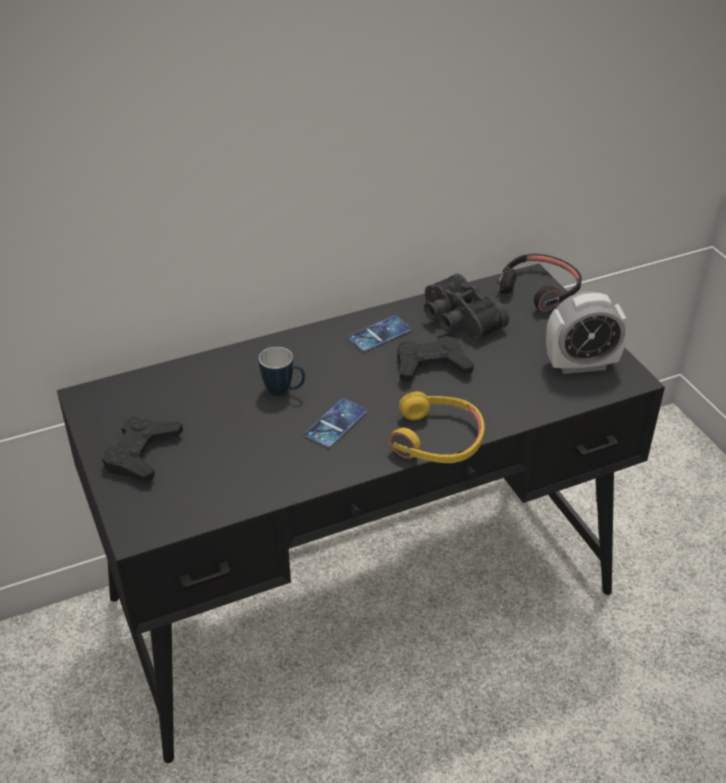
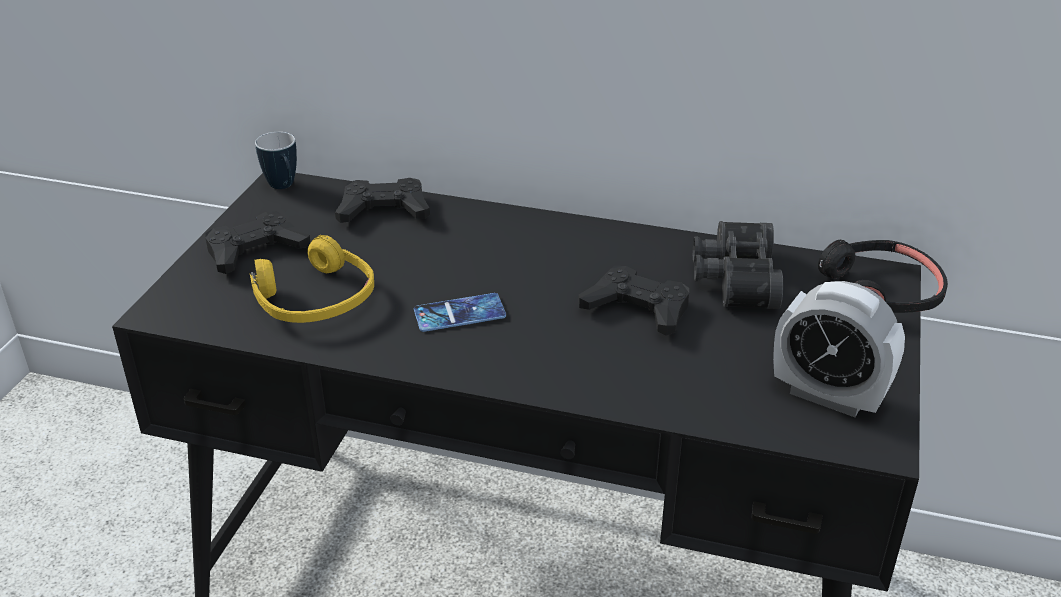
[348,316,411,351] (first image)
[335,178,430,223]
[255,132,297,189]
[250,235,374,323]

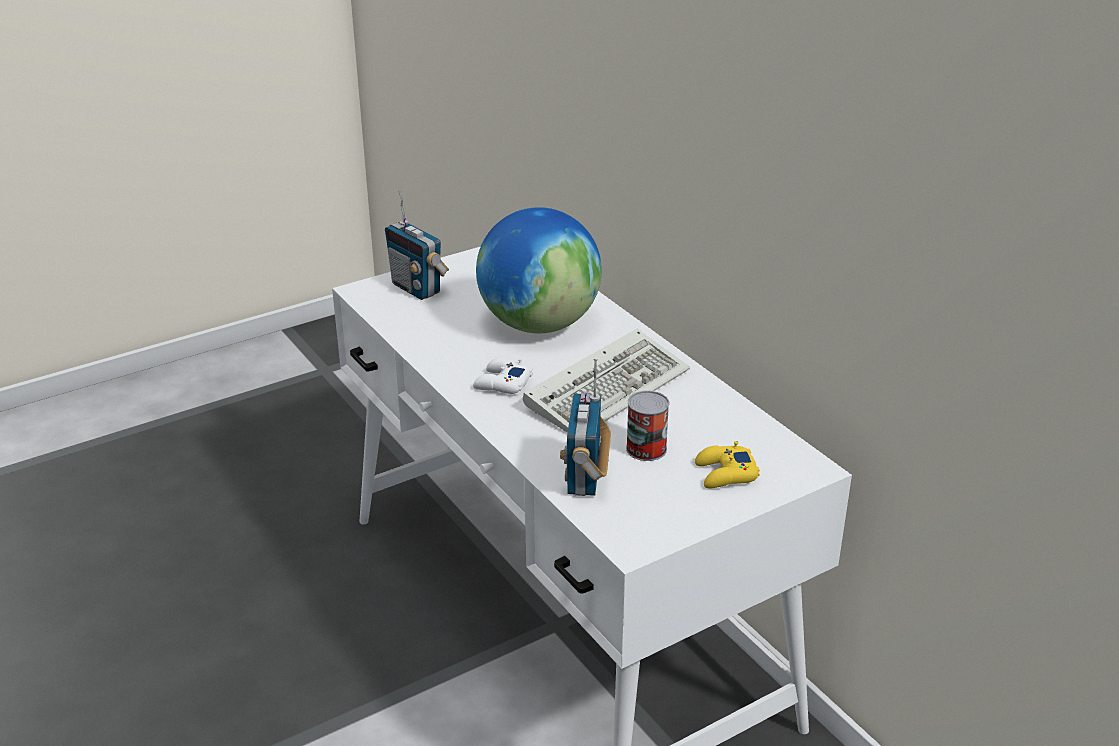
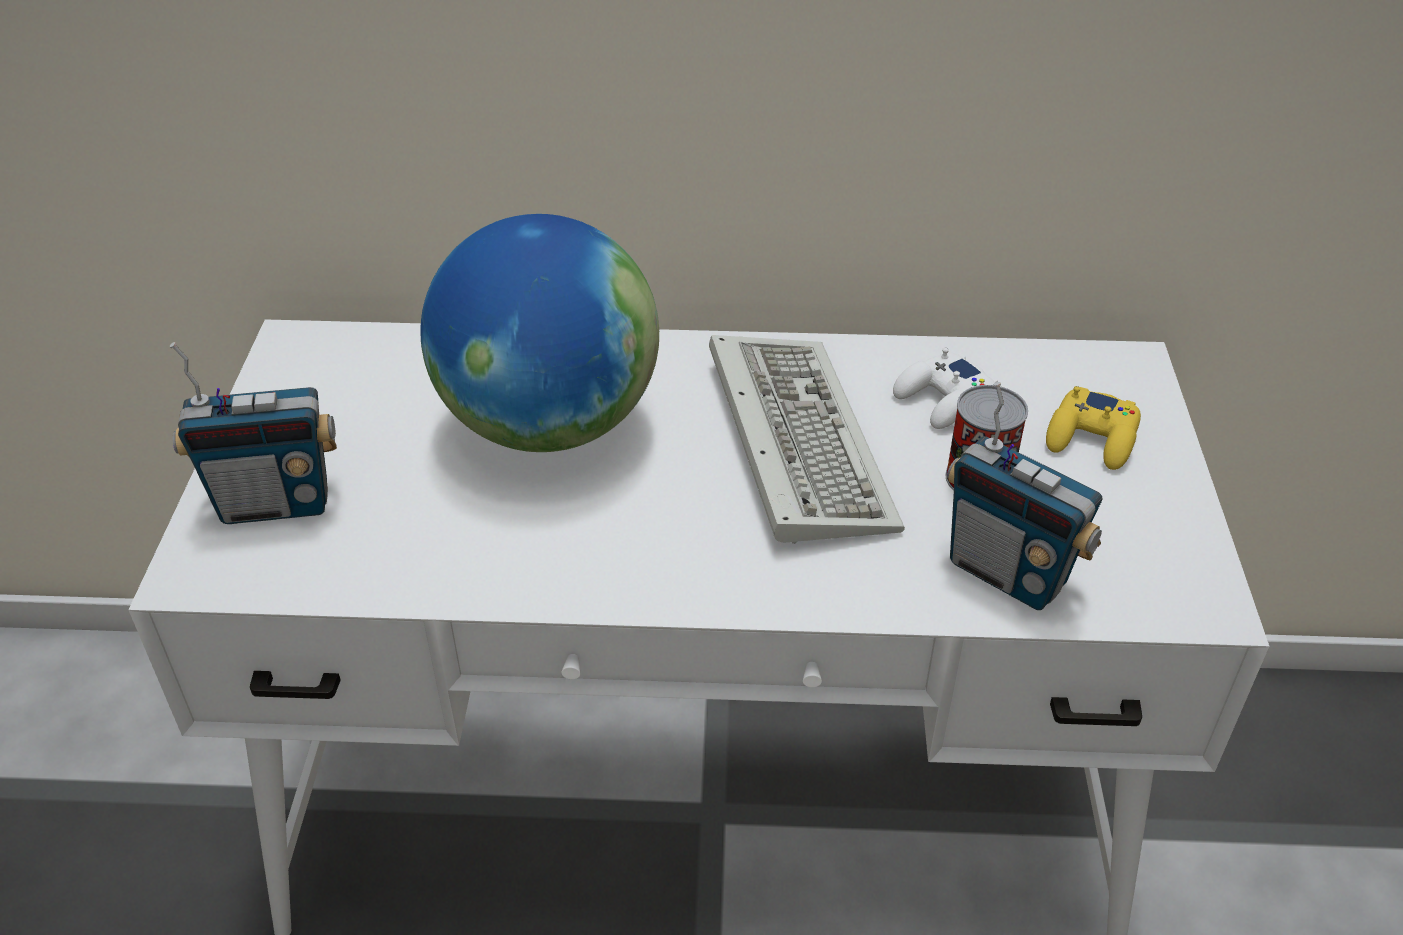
[893,347,998,429]

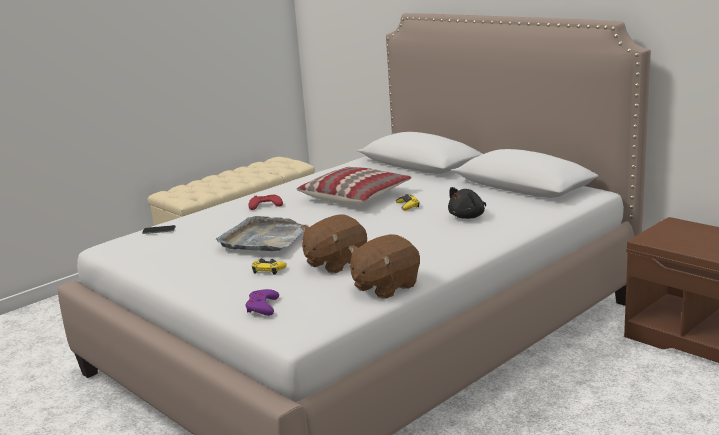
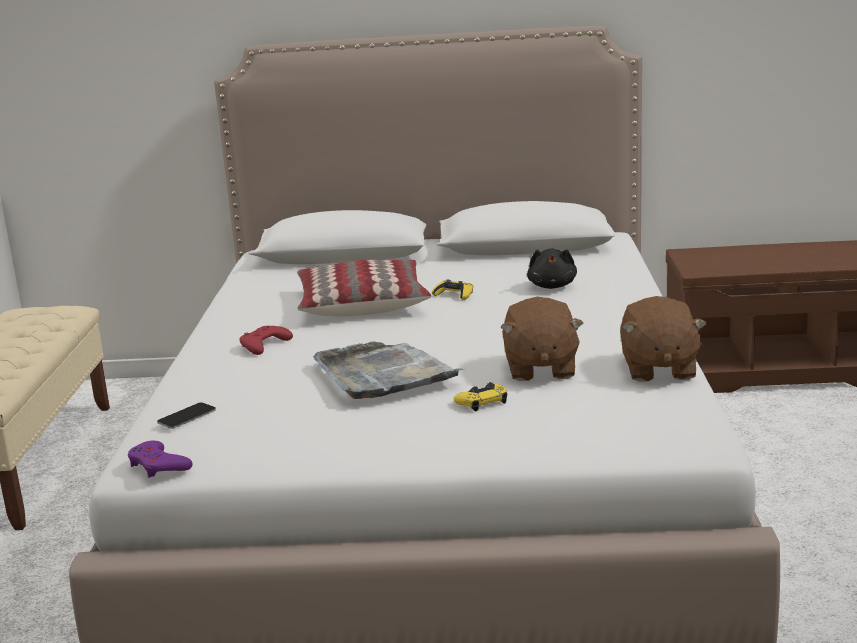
[128,441,193,478]

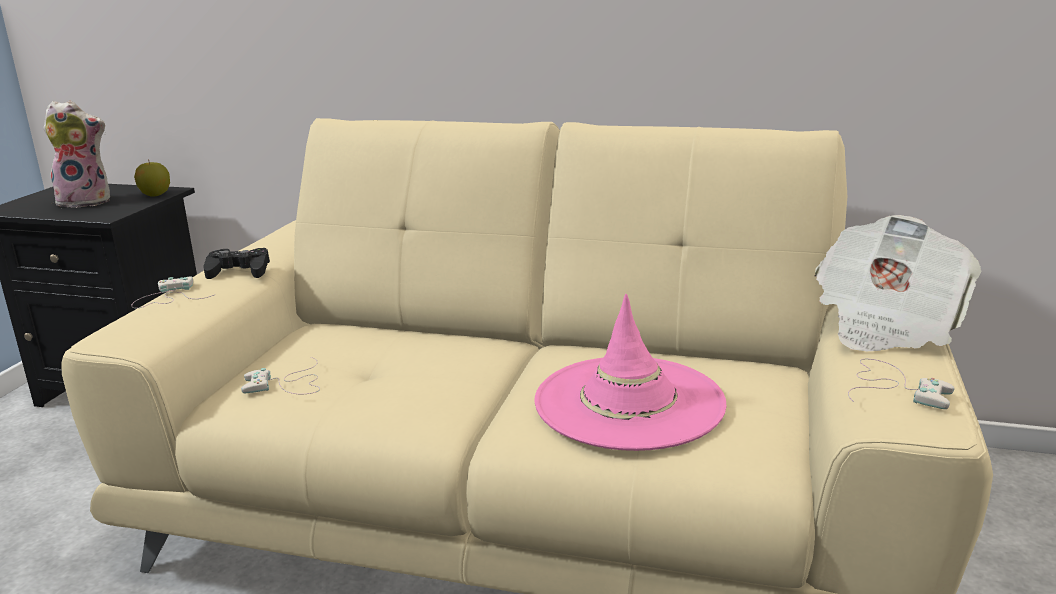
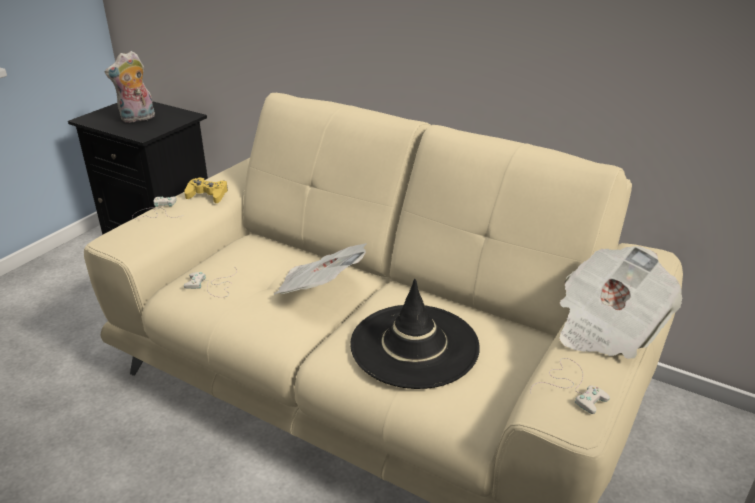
[134,162,170,197] (first image)
[273,243,367,295]
[184,177,228,203]
[350,279,480,389]
[105,51,155,123]

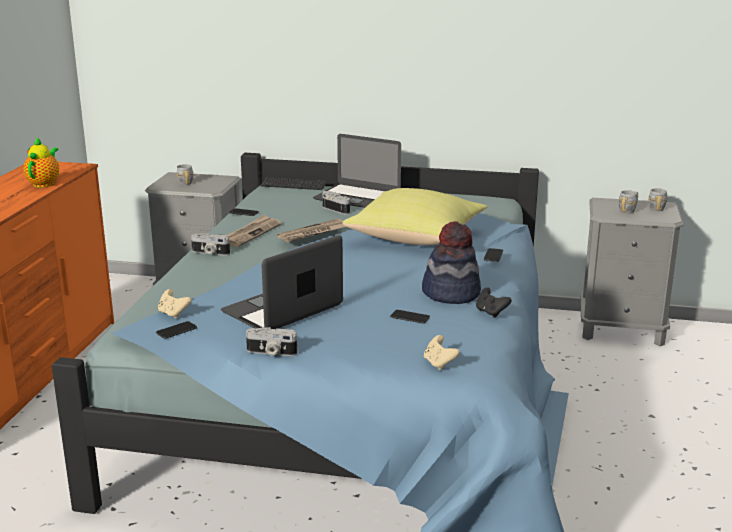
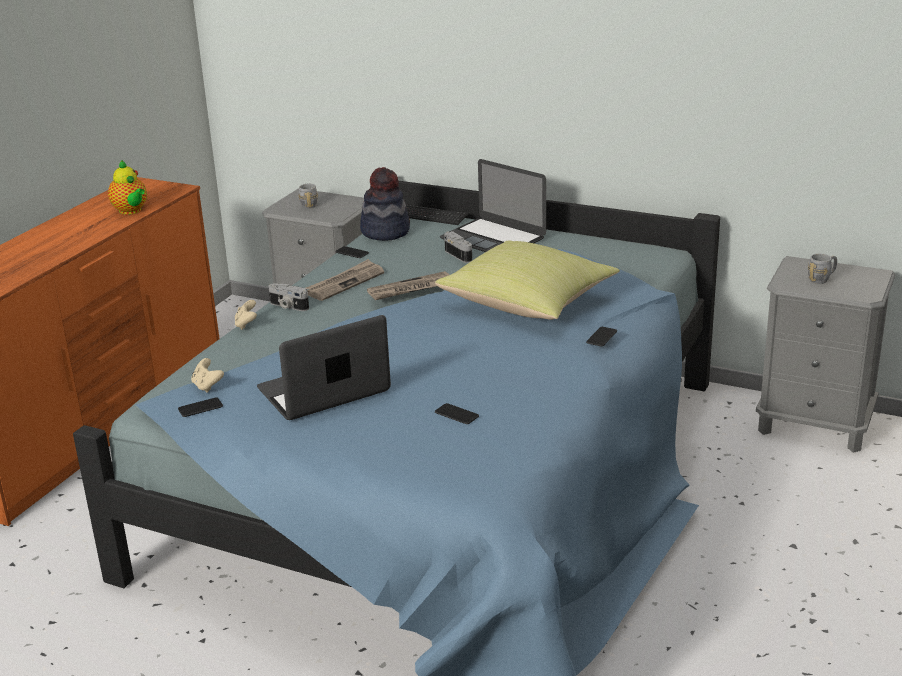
[246,327,297,356] (first image)
[476,288,512,318] (first image)
[648,188,667,211] (first image)
[360,167,410,241]
[235,300,257,330]
[108,160,147,215]

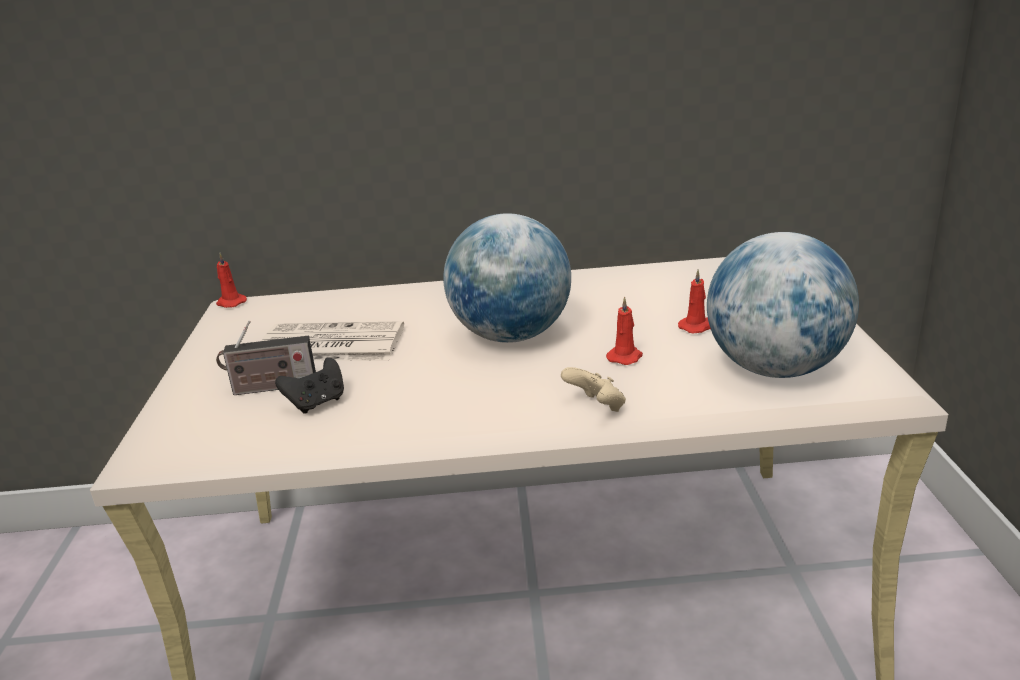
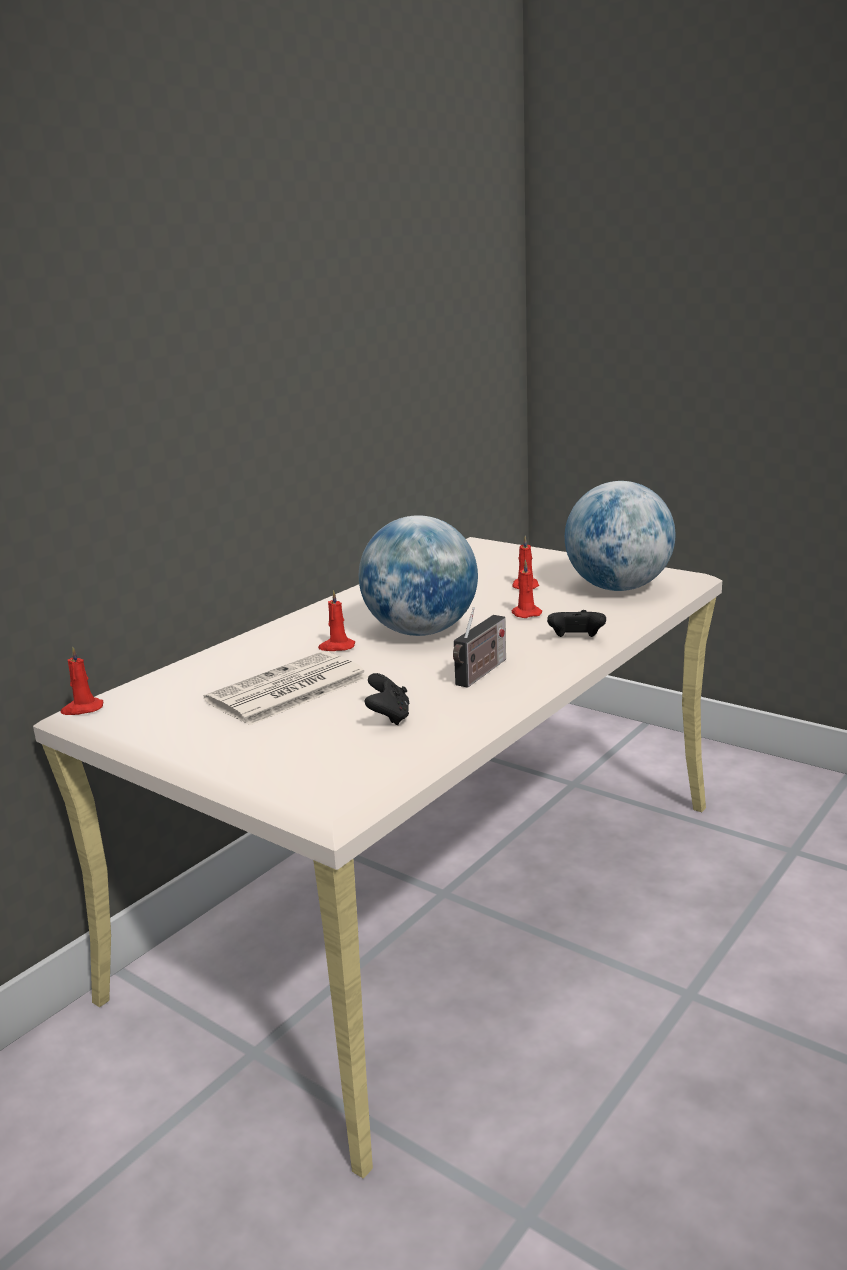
[318,590,355,651]
[453,607,506,688]
[547,610,606,637]

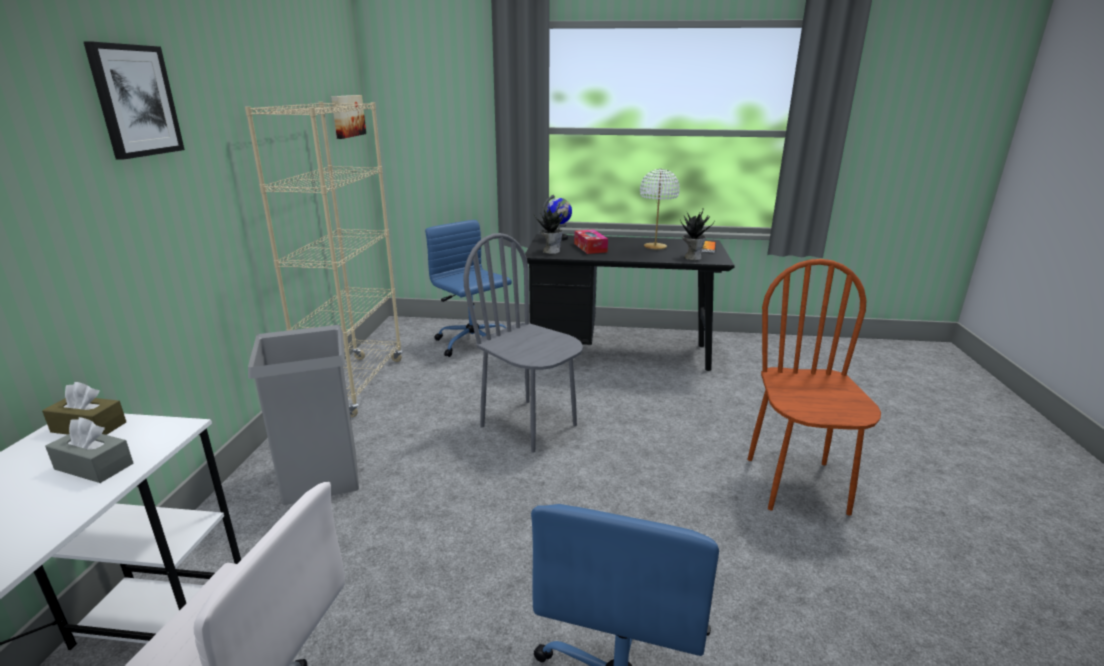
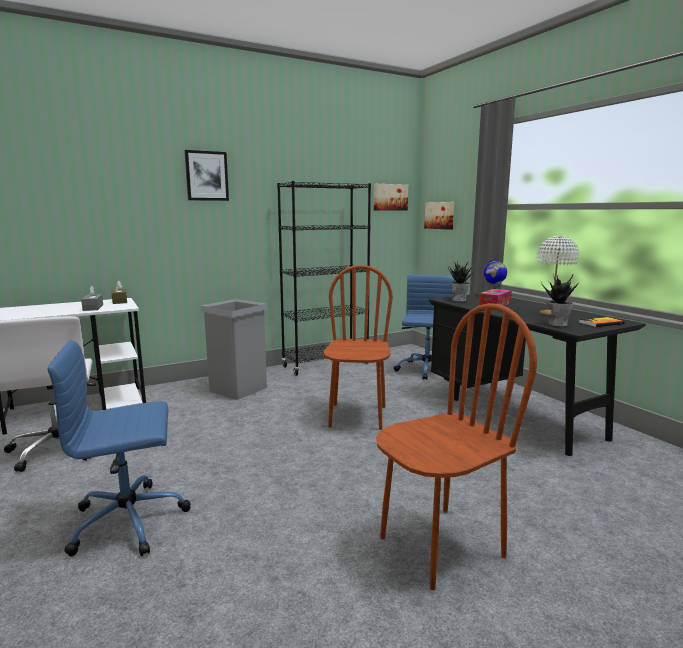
[424,202,454,230]
[277,181,371,376]
[324,265,393,430]

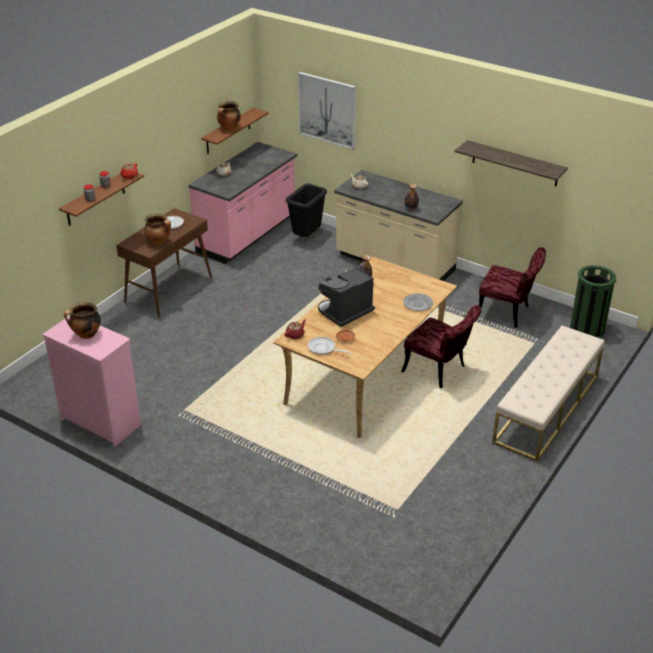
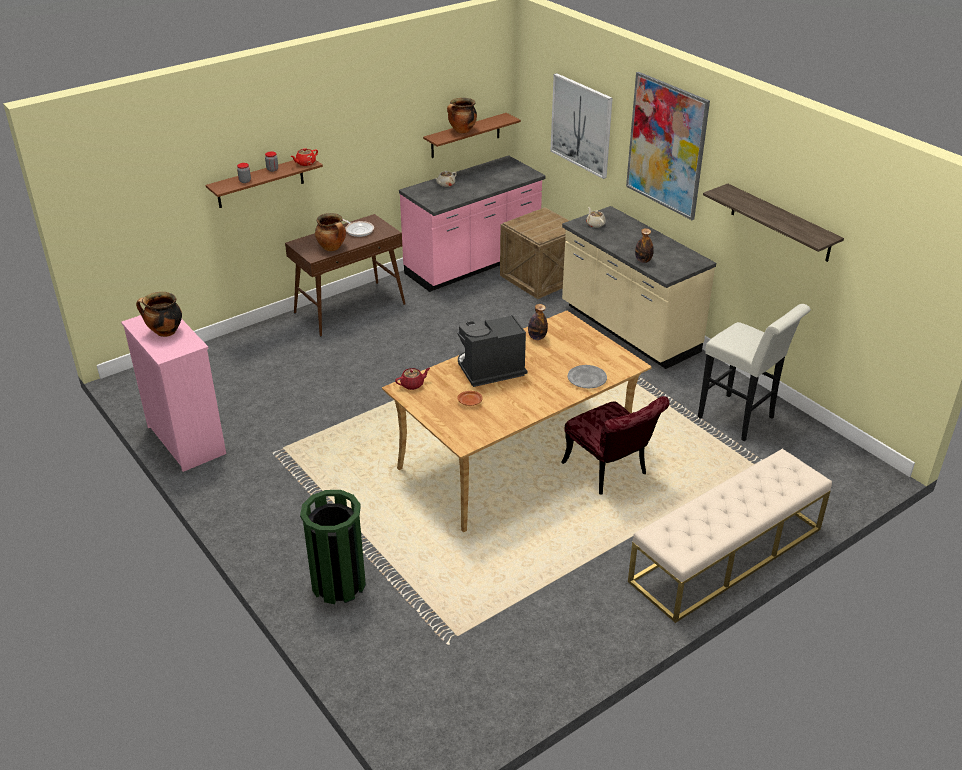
[308,337,352,355] (first image)
[626,72,710,220]
[300,490,366,604]
[500,207,570,299]
[698,304,811,441]

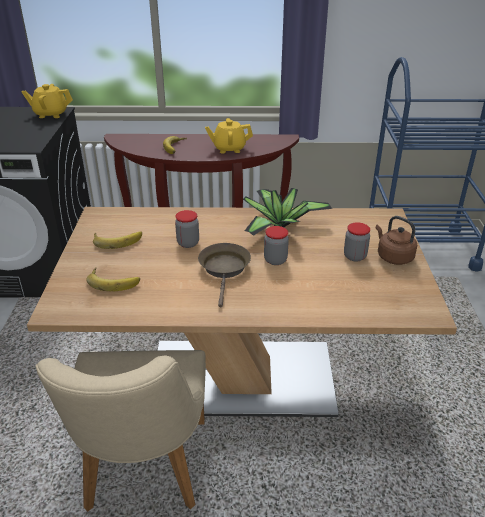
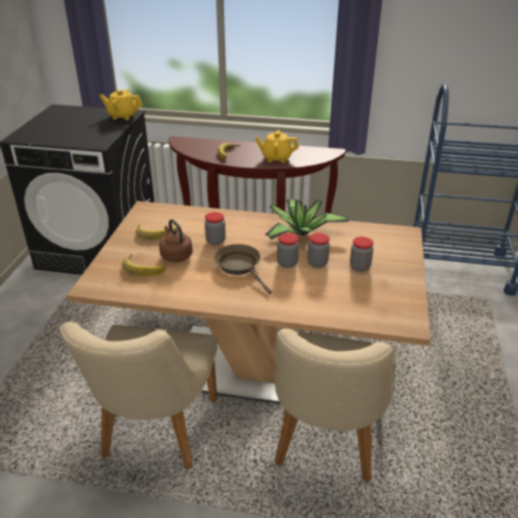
[274,329,396,483]
[307,233,330,268]
[159,219,193,262]
[214,244,272,294]

